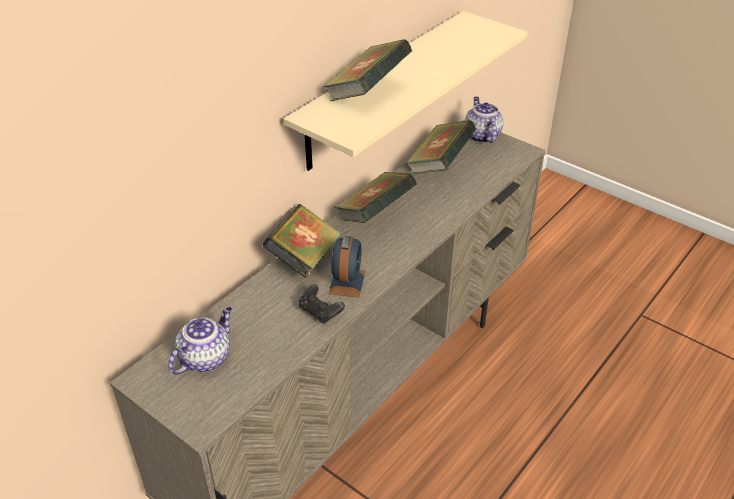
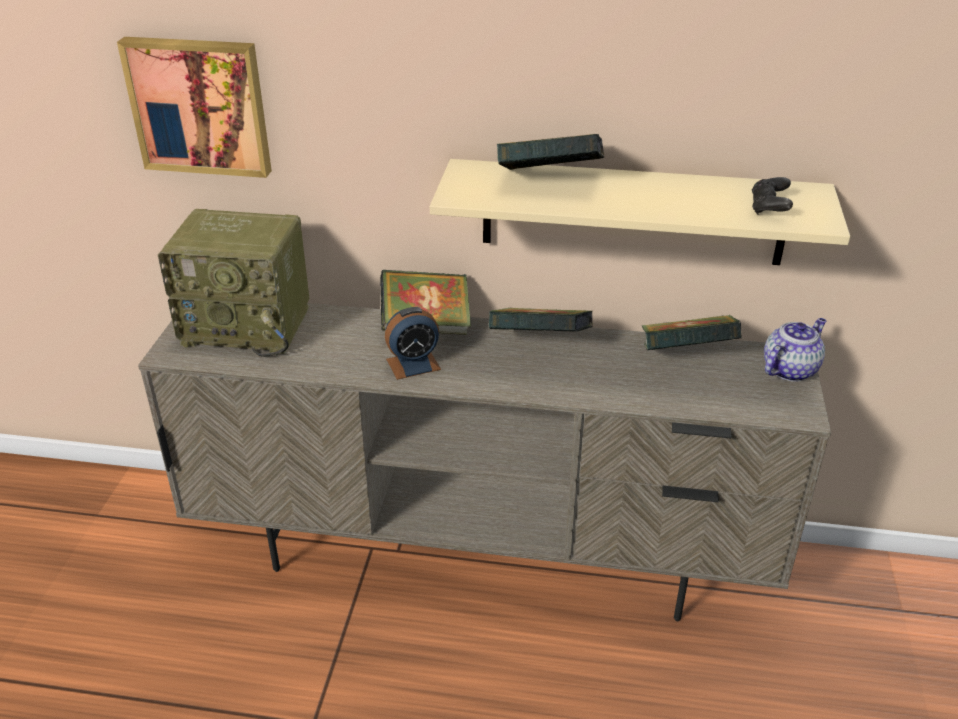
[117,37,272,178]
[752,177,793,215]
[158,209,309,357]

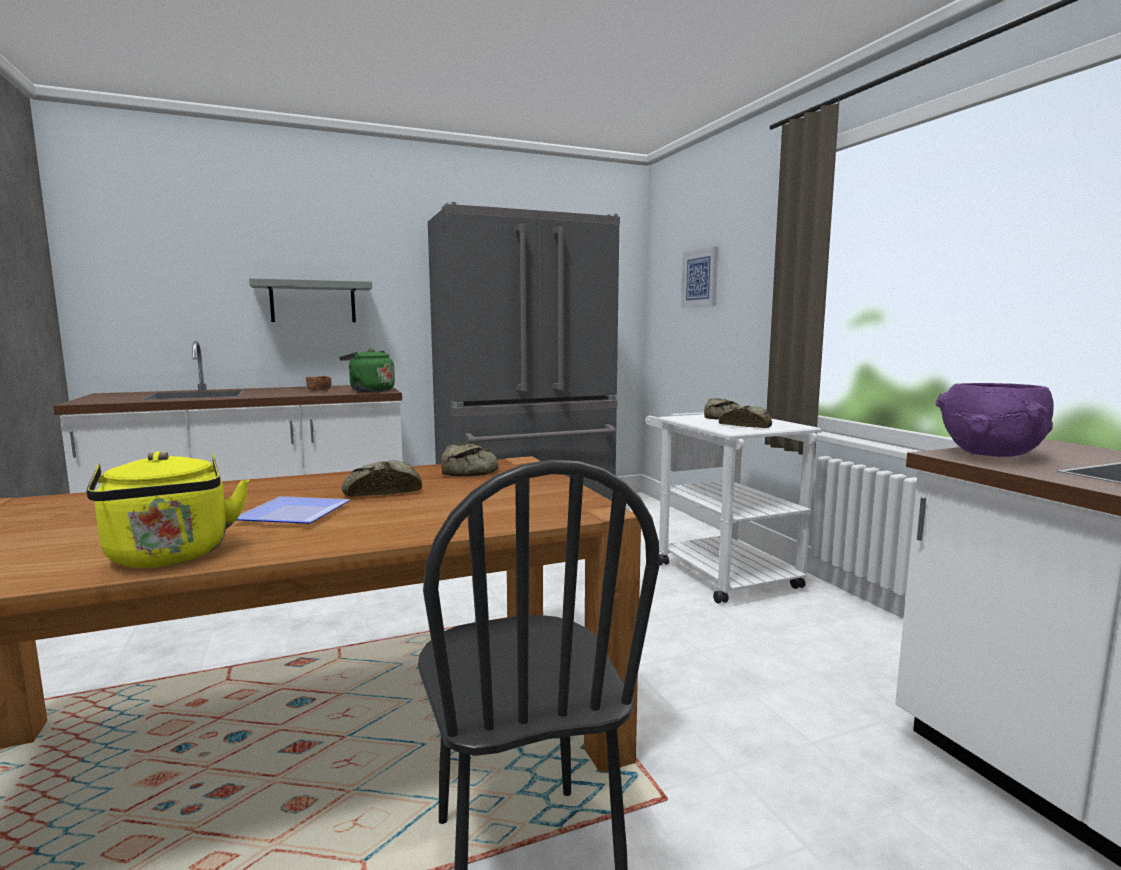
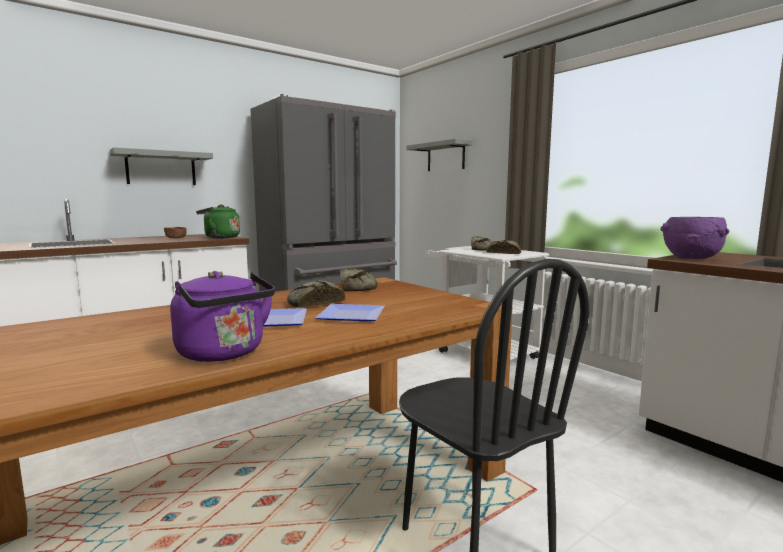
[316,304,384,321]
[406,139,472,171]
[170,271,275,362]

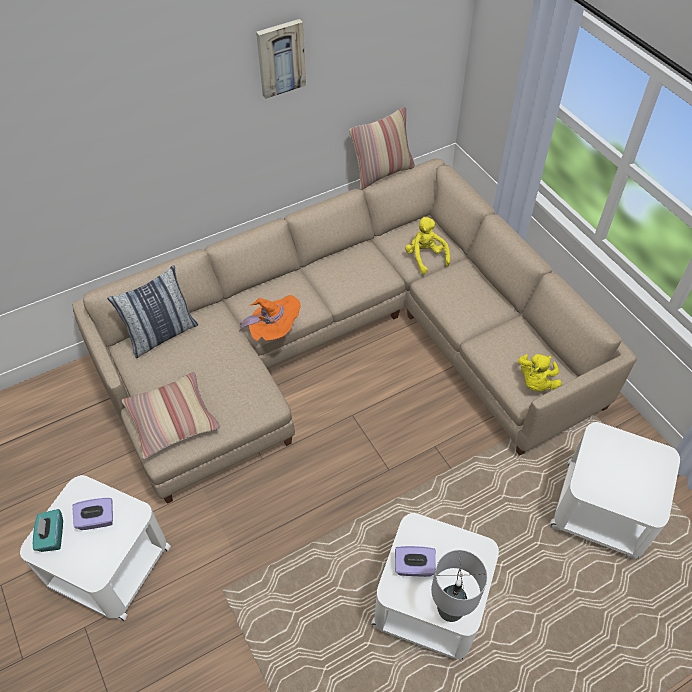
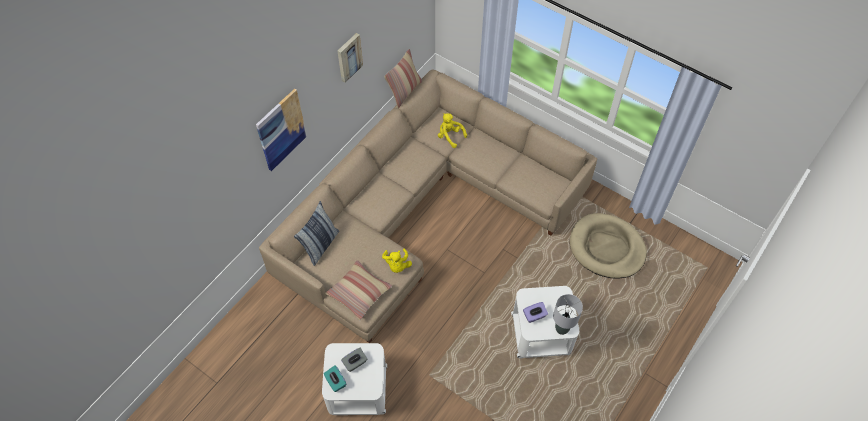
[239,295,301,341] (first image)
[256,89,307,171]
[382,249,412,273]
[570,213,647,278]
[341,348,367,372]

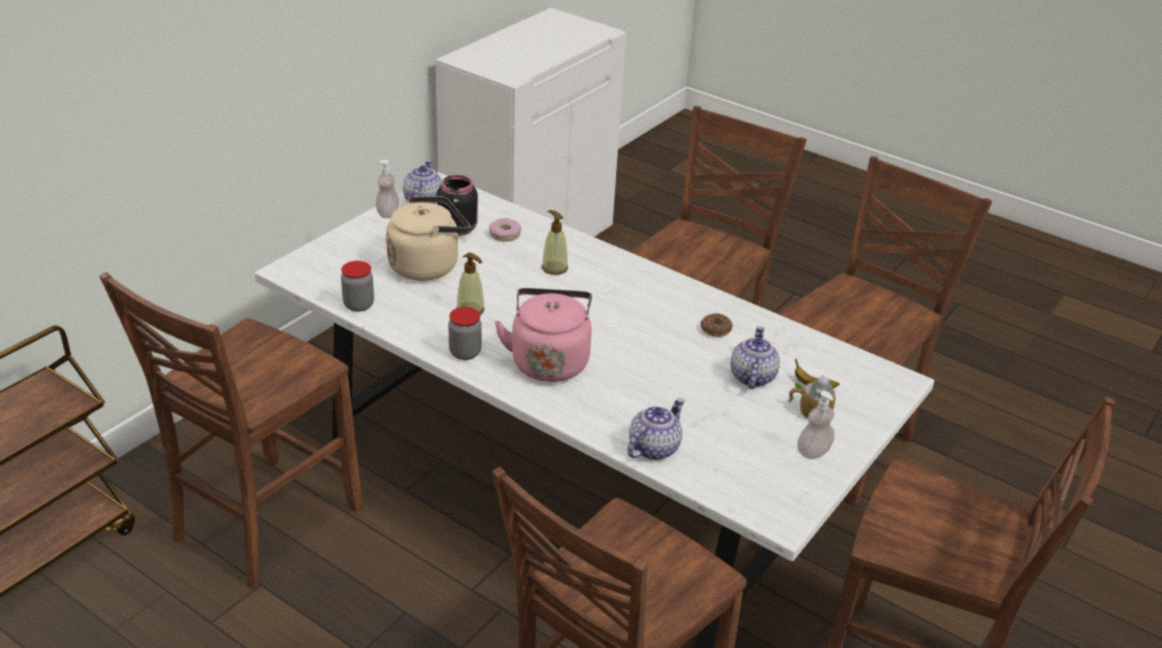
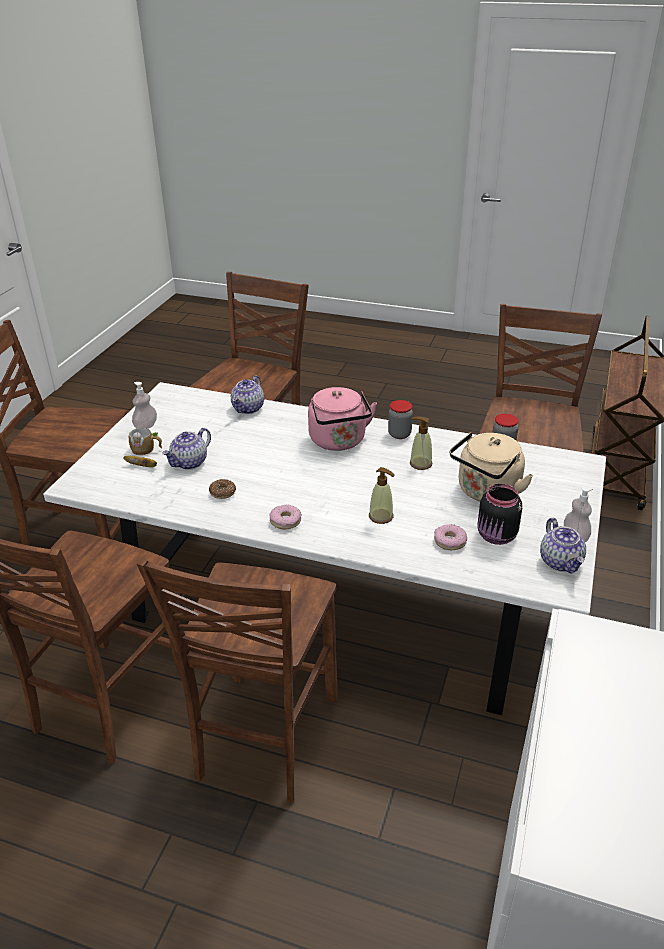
[269,505,302,529]
[162,428,211,470]

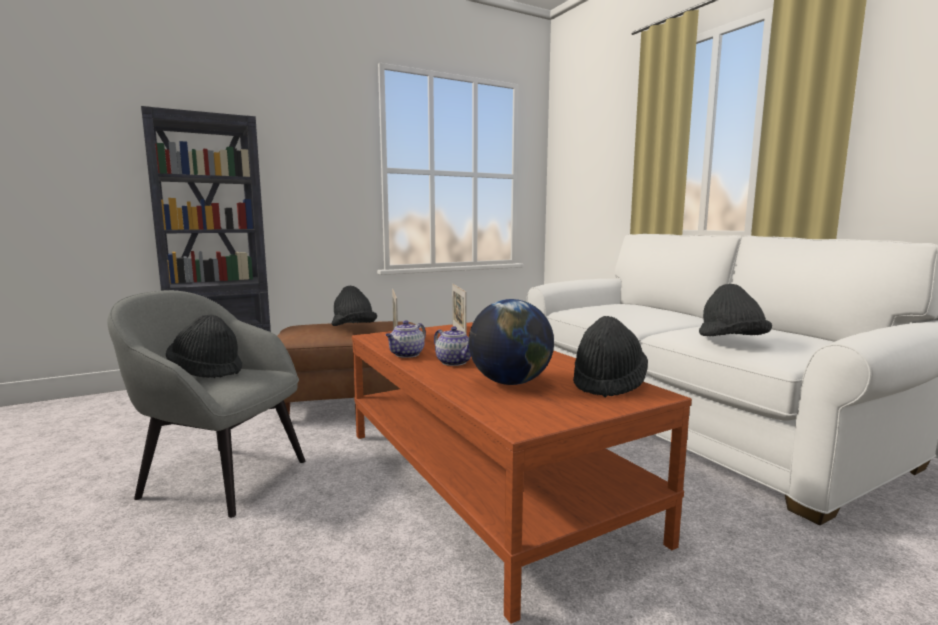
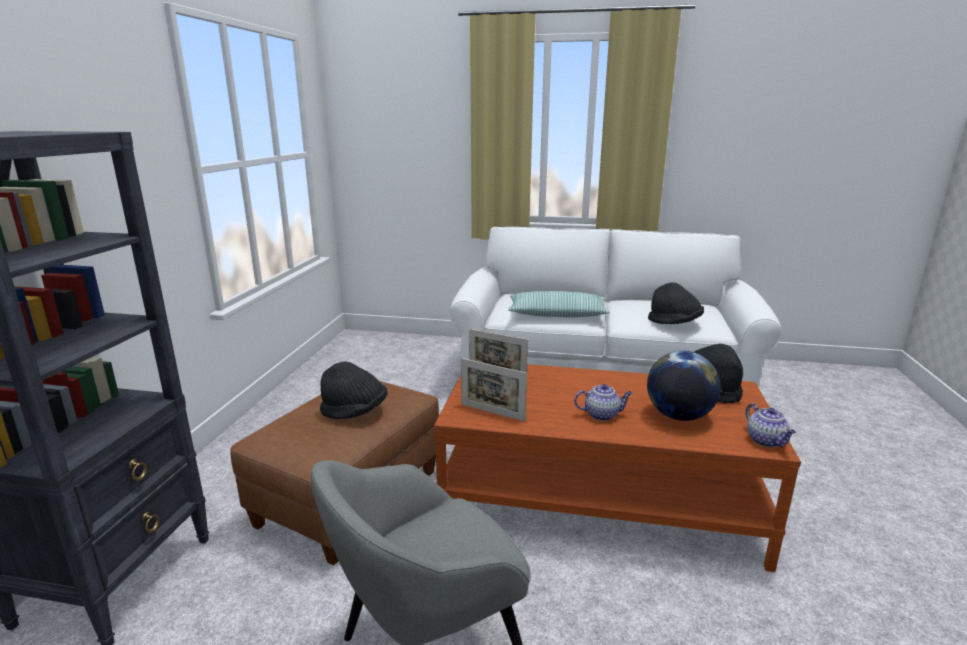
[166,314,242,378] (first image)
[509,291,610,317]
[745,403,796,447]

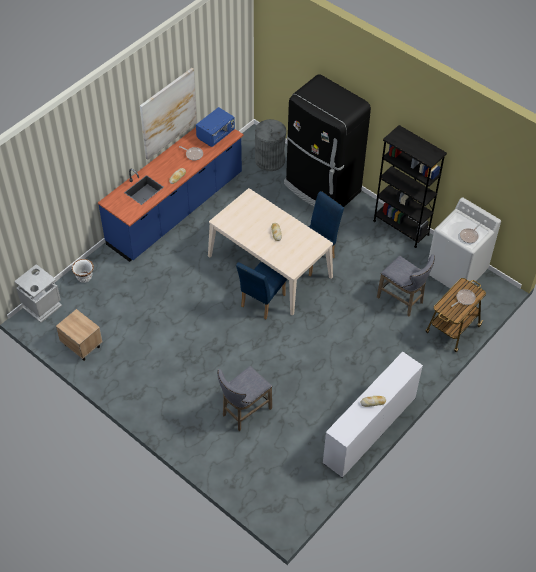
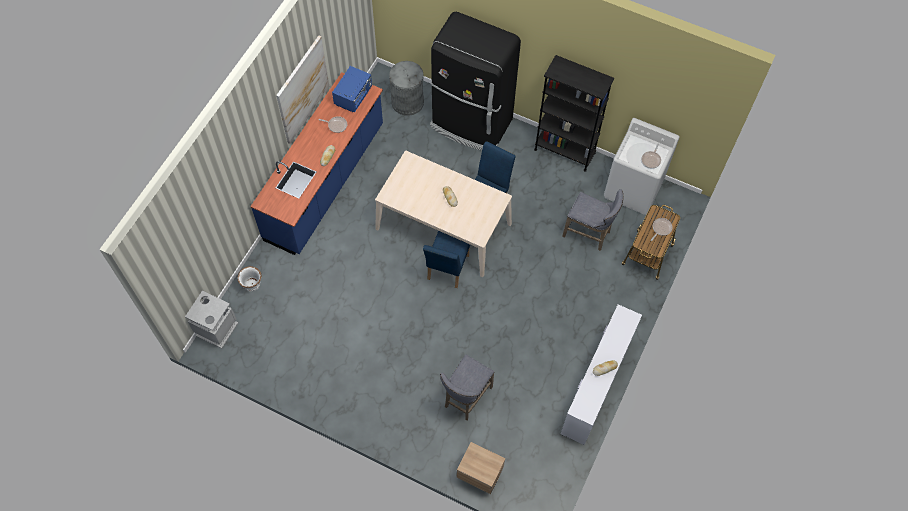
[457,442,506,494]

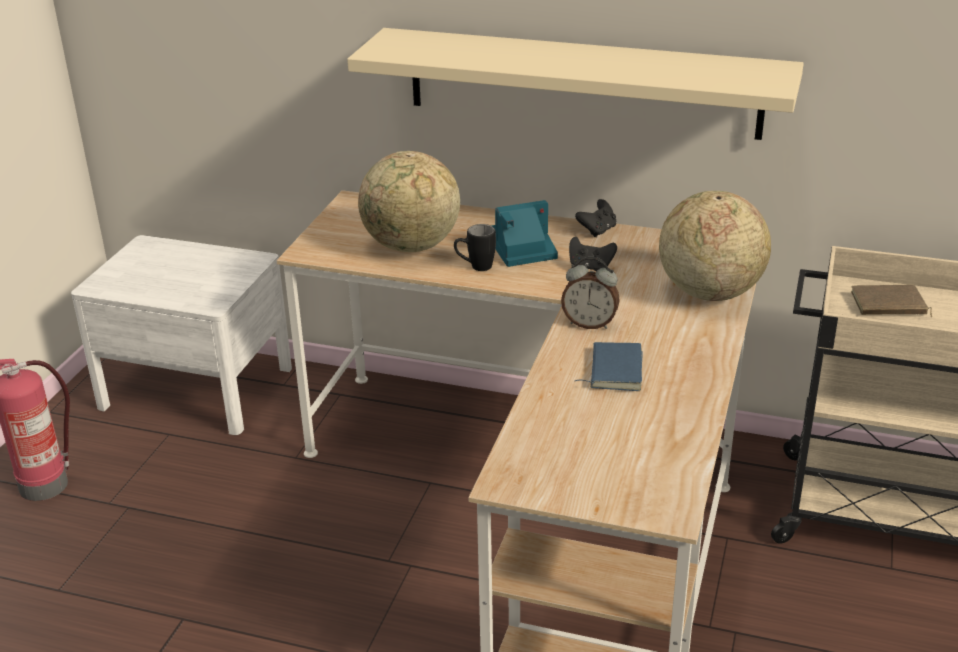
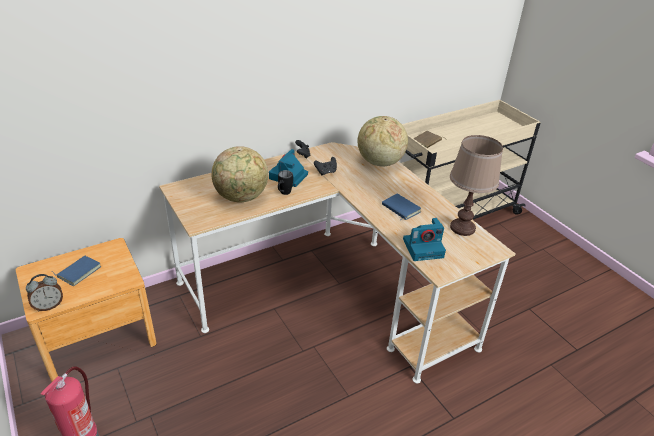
[347,28,804,140] (first image)
[53,255,101,286]
[403,218,446,261]
[450,135,503,236]
[26,274,63,311]
[16,238,157,382]

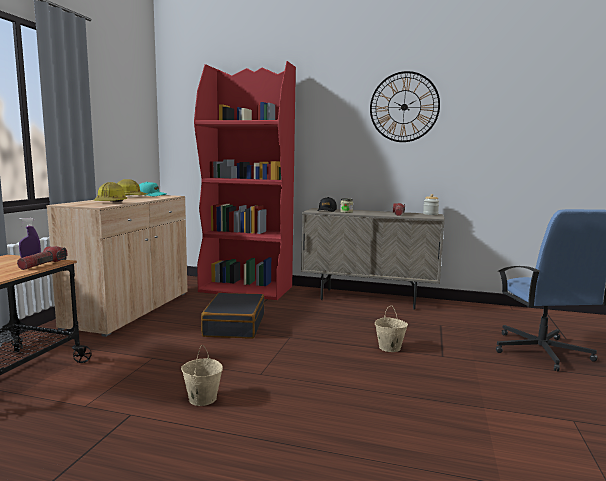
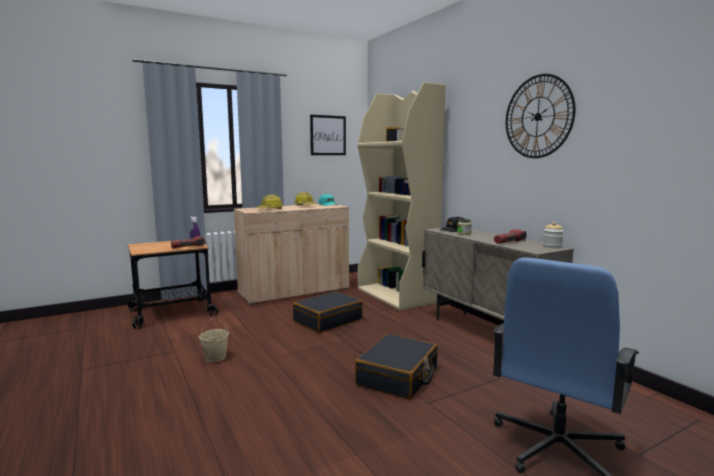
[310,115,346,155]
[355,334,438,400]
[358,82,446,310]

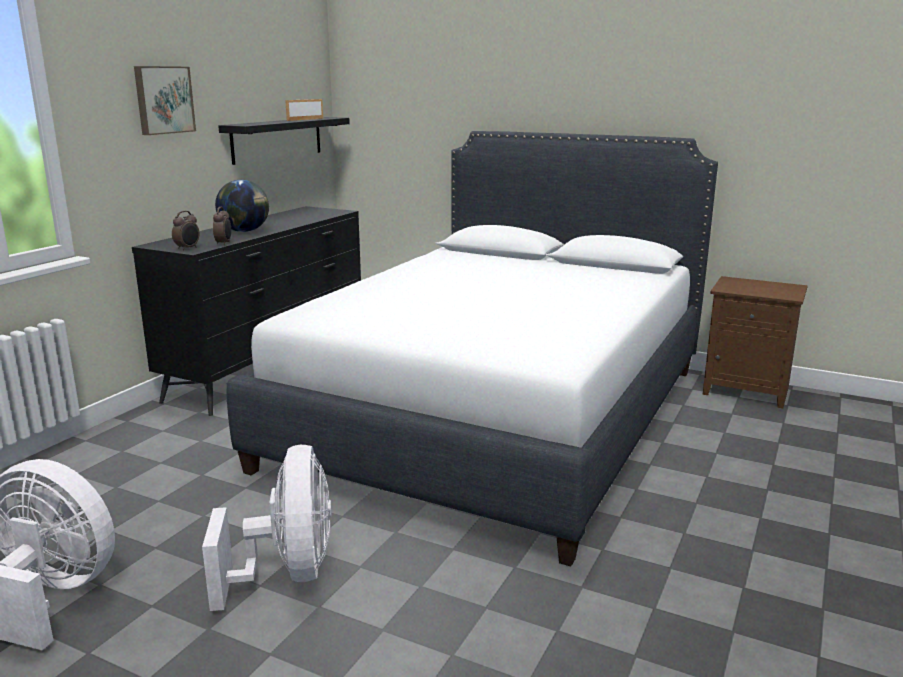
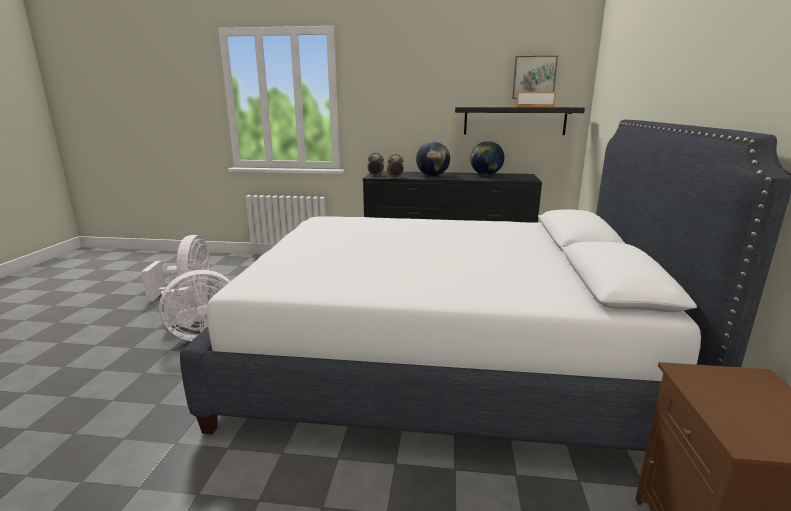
[470,141,504,175]
[512,56,558,99]

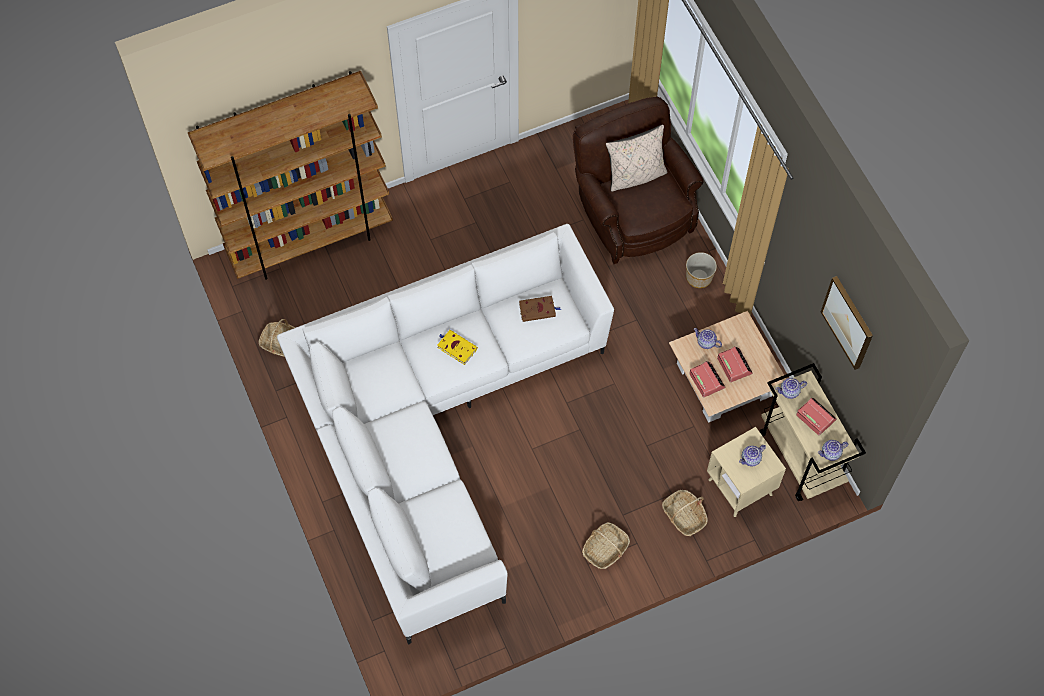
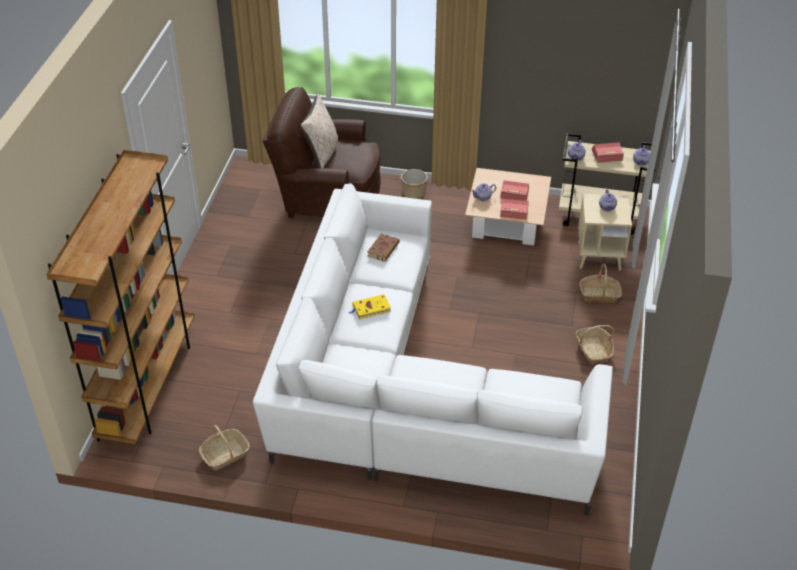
[821,276,873,370] (first image)

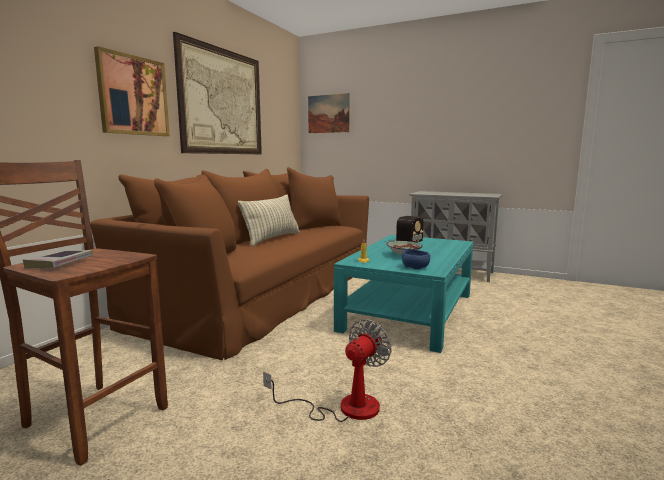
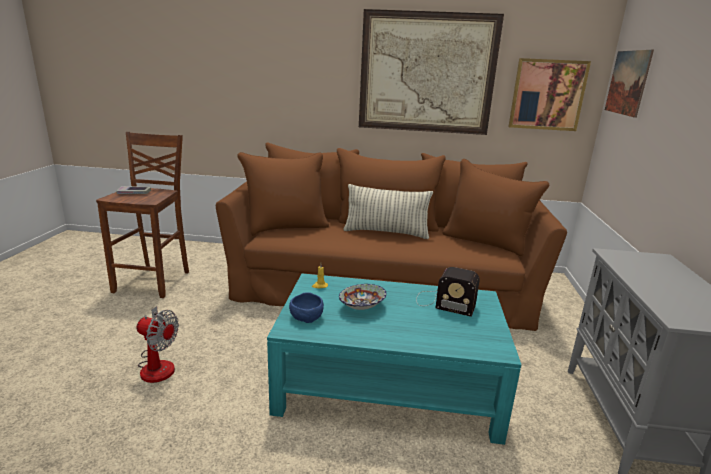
[508,58,591,131]

